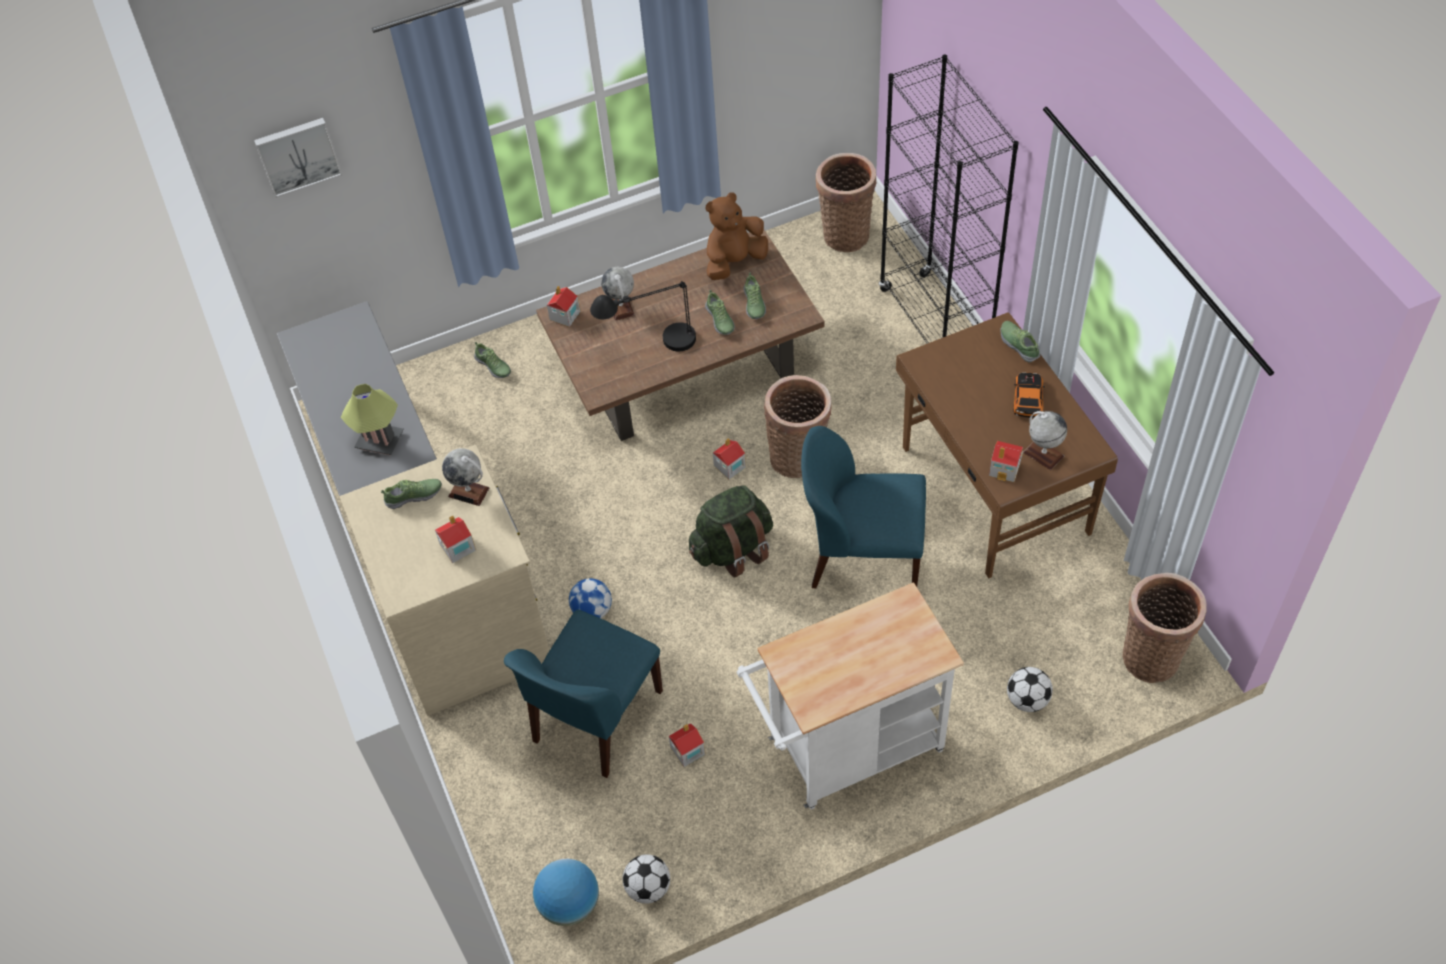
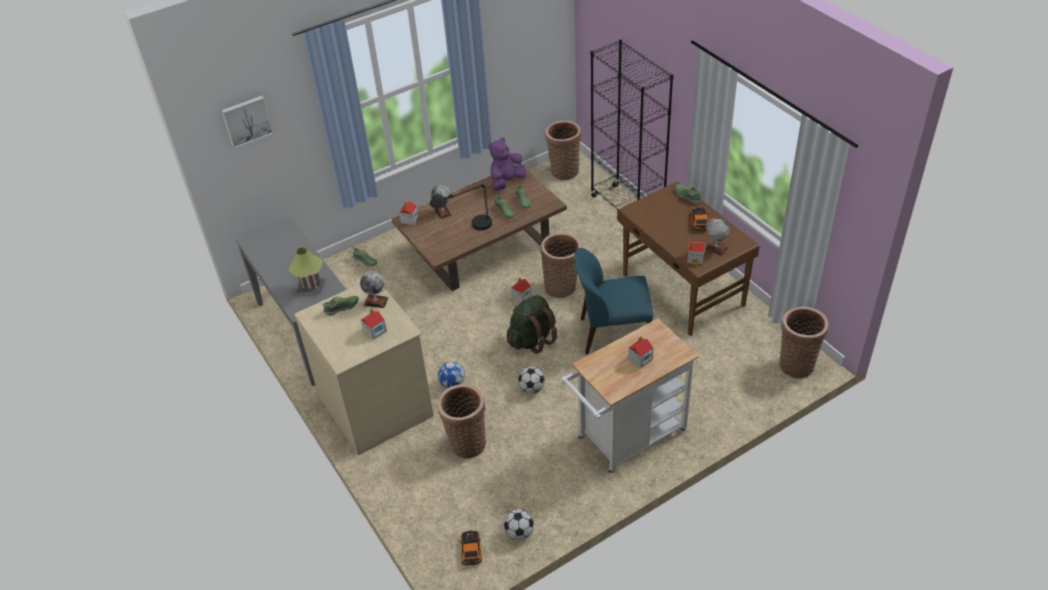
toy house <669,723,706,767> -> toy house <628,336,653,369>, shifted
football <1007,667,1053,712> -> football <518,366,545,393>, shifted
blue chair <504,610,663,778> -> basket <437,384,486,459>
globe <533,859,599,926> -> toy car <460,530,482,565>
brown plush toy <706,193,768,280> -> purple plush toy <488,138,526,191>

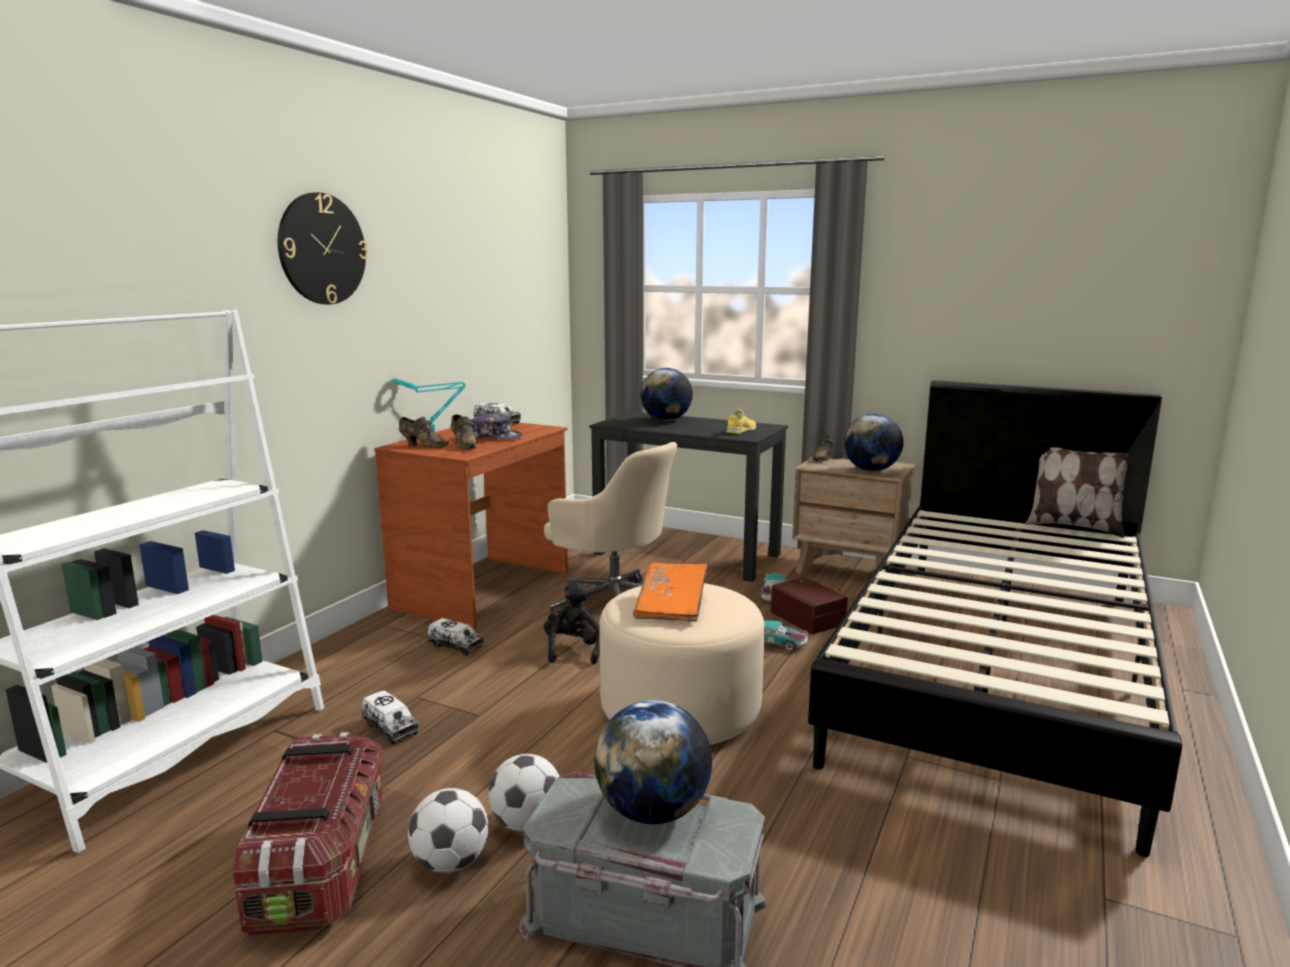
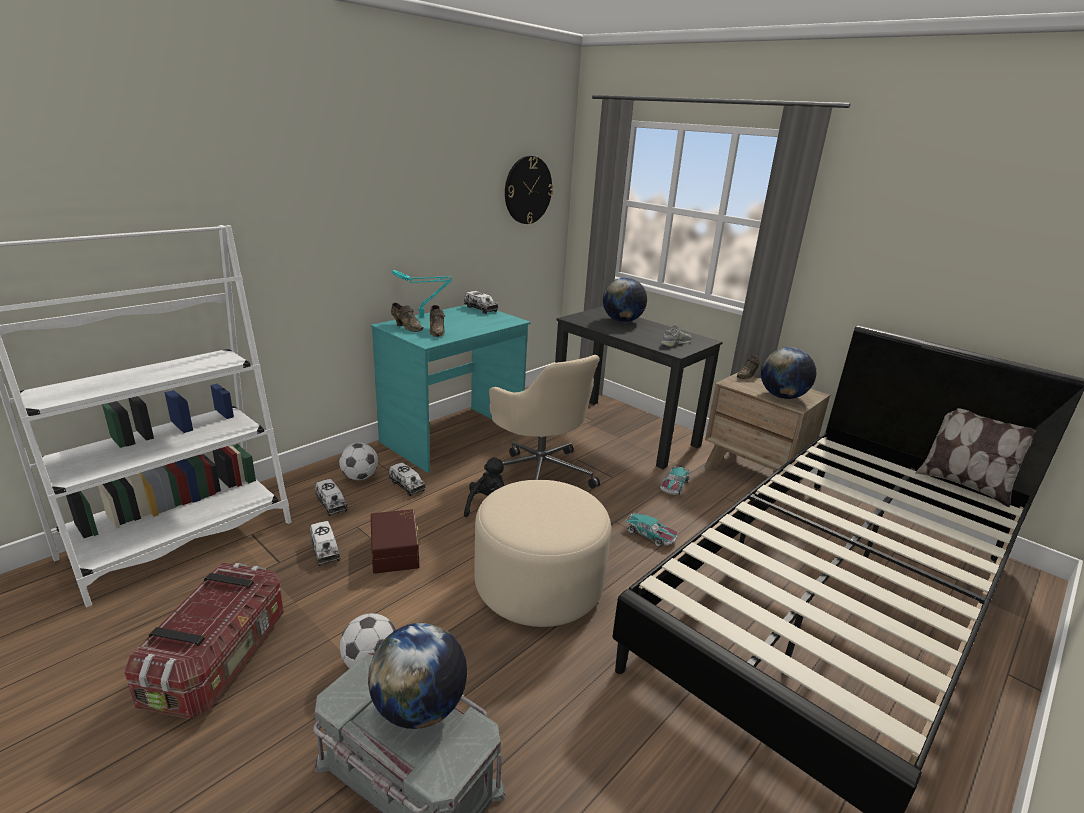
cap <471,413,522,439> -> none
orange book <633,563,707,622> -> none
none -> toy truck <315,479,348,516>
wall clock <278,192,368,304> -> wall clock <505,156,553,224>, shifted
football <408,788,489,873> -> football <339,443,378,480>, shifted
brown storage box <771,577,848,634> -> brown storage box <371,509,421,574>, shifted
brown desk <374,423,568,629> -> turquoise desk <371,305,530,473>
yellow shoe <726,409,756,434> -> grey shoe <661,325,692,347>

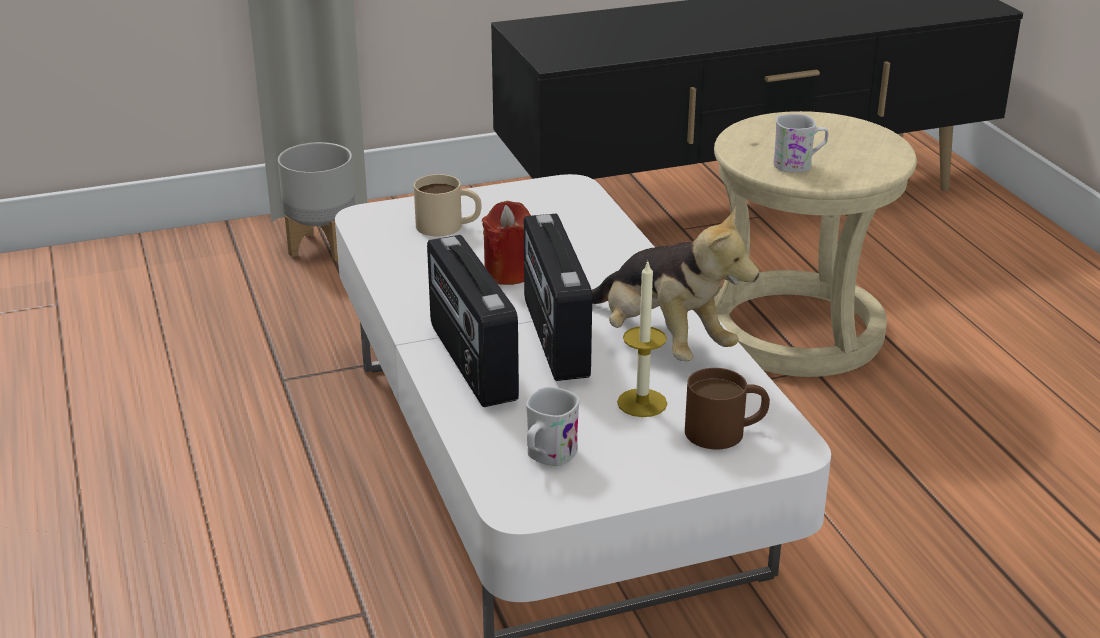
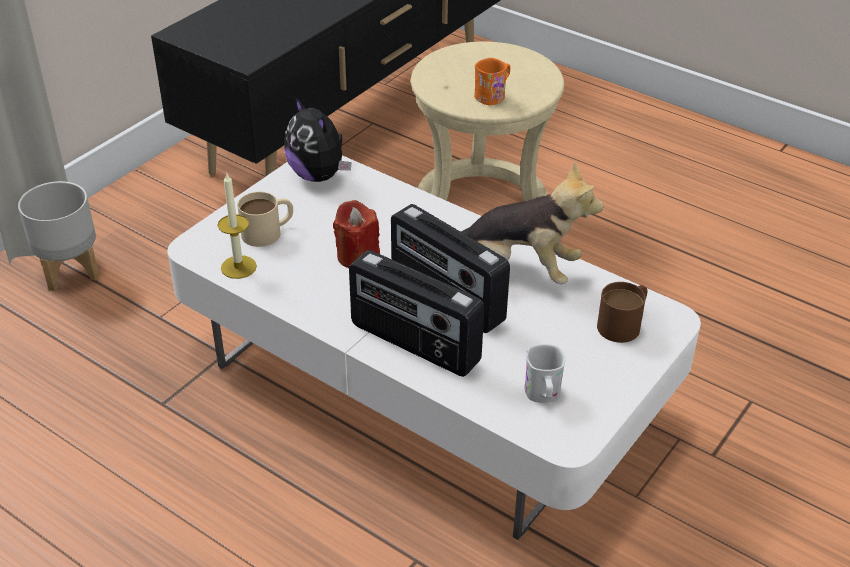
none -> plush toy <284,97,351,182>
candle <617,260,667,417> -> candle <218,172,257,279>, shifted
white mug <773,114,828,172> -> orange mug <474,58,510,105>

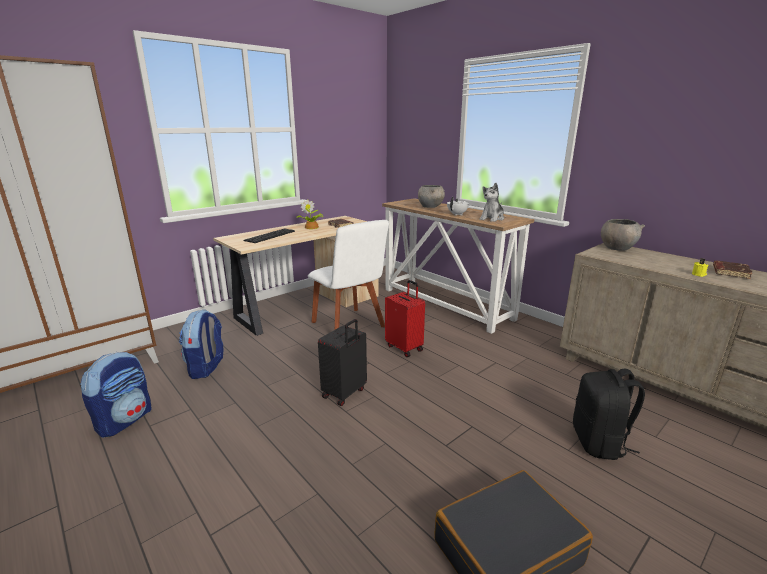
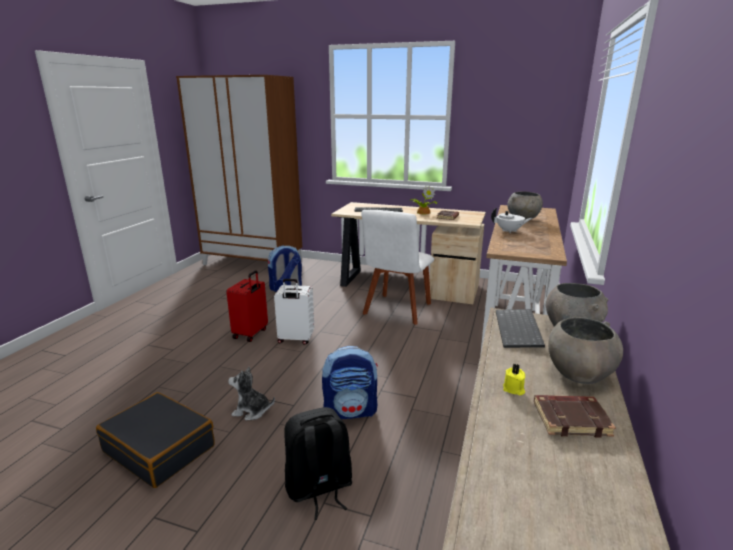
none -> keyboard <496,309,545,348>
none -> grey bowl <548,317,623,384>
backpack <80,352,152,438> -> backpack <322,346,378,419>, shifted
red suitcase <385,280,425,357> -> red suitcase <226,271,268,342>, shifted
plush toy <479,183,504,222> -> plush toy <228,367,275,421>, shifted
black suitcase <318,319,367,406> -> white suitcase <274,279,314,345>

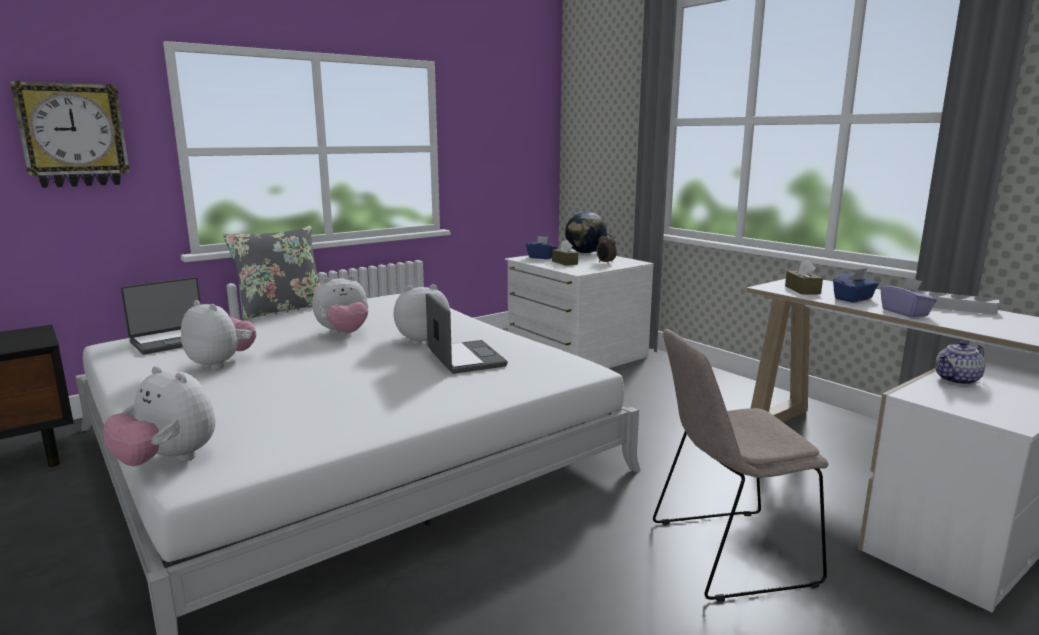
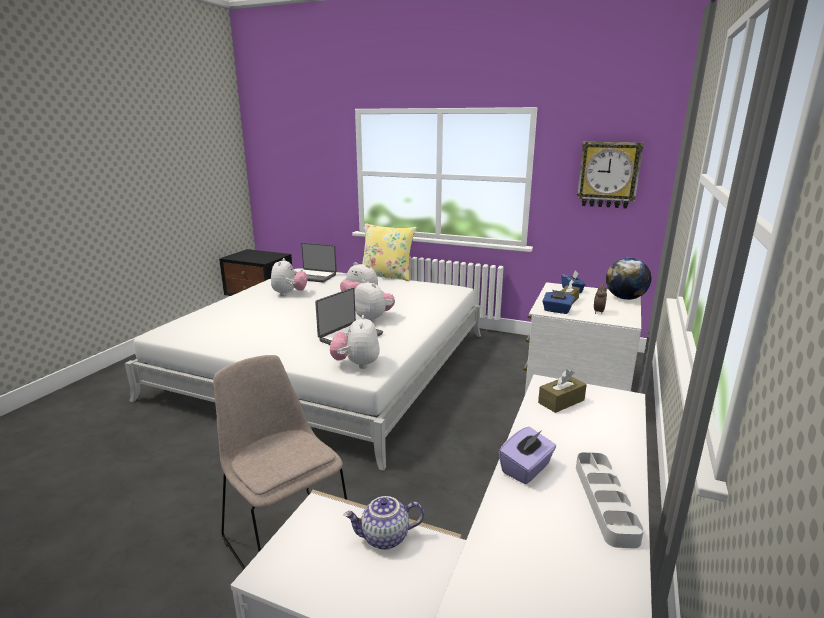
wall clock <10,81,130,188> -> wall clock <577,142,644,209>, shifted
plush toy <103,366,216,466> -> plush toy <330,315,380,369>, shifted
blue tissue box <833,268,879,303> -> blue tissue box <543,290,575,314>, shifted
grey pillow <222,226,321,321> -> yellow pillow <362,223,417,281>
teapot <935,341,985,385> -> teapot <343,496,424,550>, 45 degrees counterclockwise

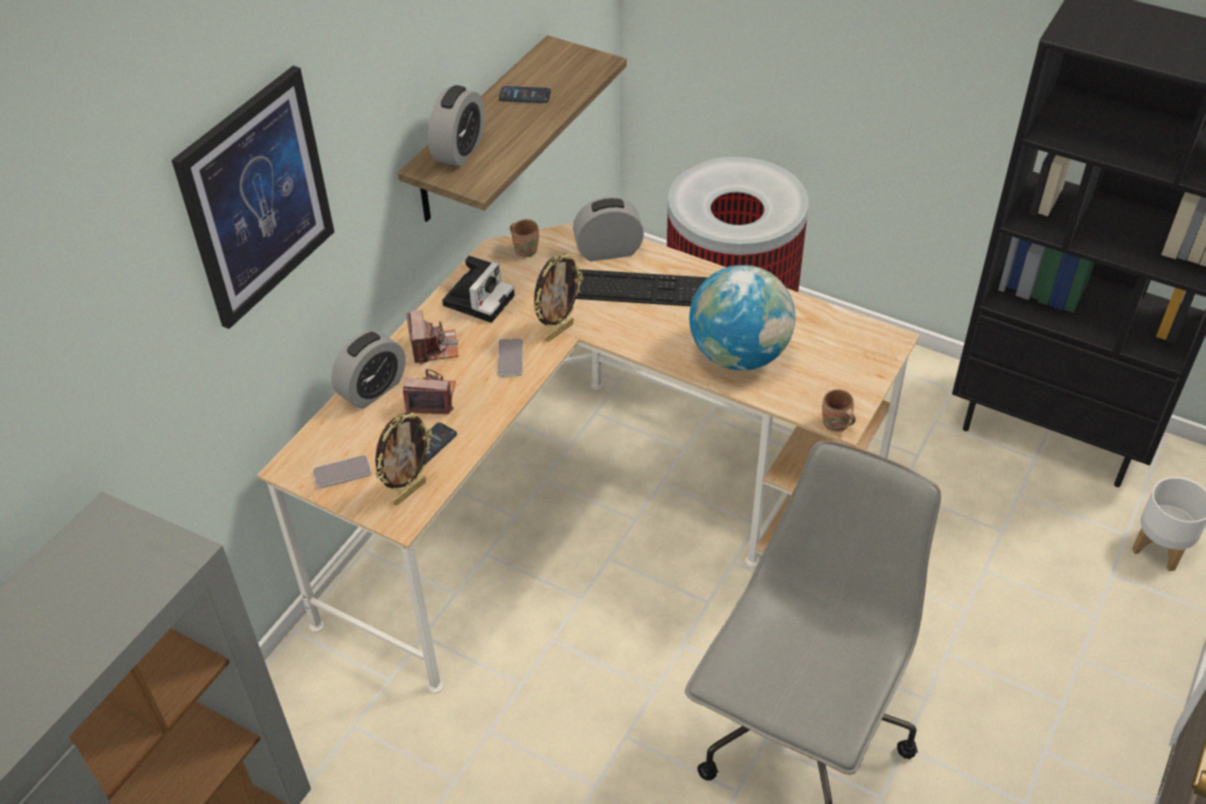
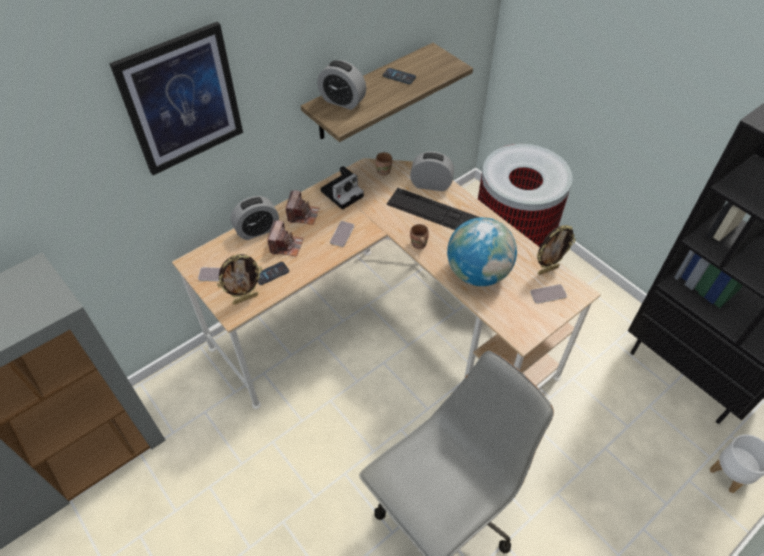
none -> phone <530,284,567,304>
picture frame <533,254,583,342> -> picture frame <537,225,576,275>, shifted
brown mug <822,389,856,432> -> brown mug <410,224,429,249>, shifted
photo camera <403,369,456,414> -> photo camera <267,220,304,257>, 75 degrees clockwise
alarm clock <428,85,485,167> -> alarm clock <317,60,366,110>, 75 degrees clockwise

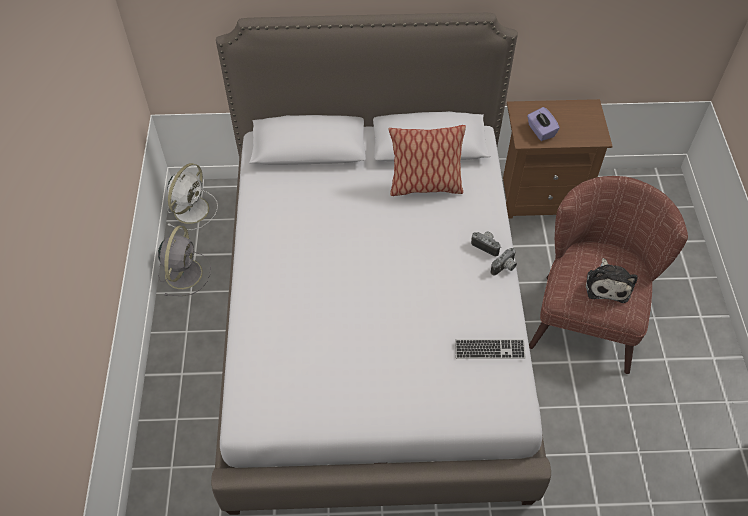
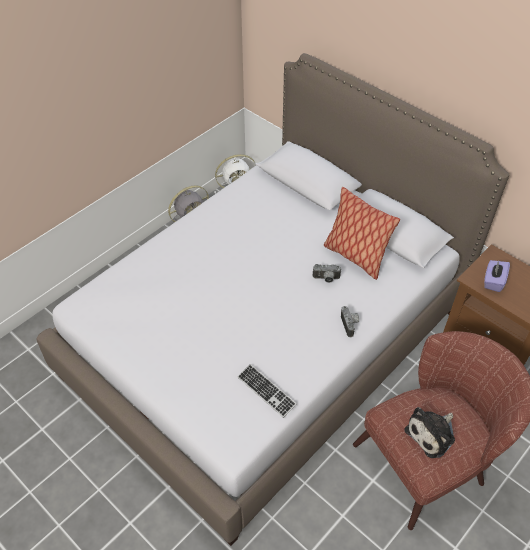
photo camera <491,248,517,276> -> photo camera <313,264,341,283>, shifted

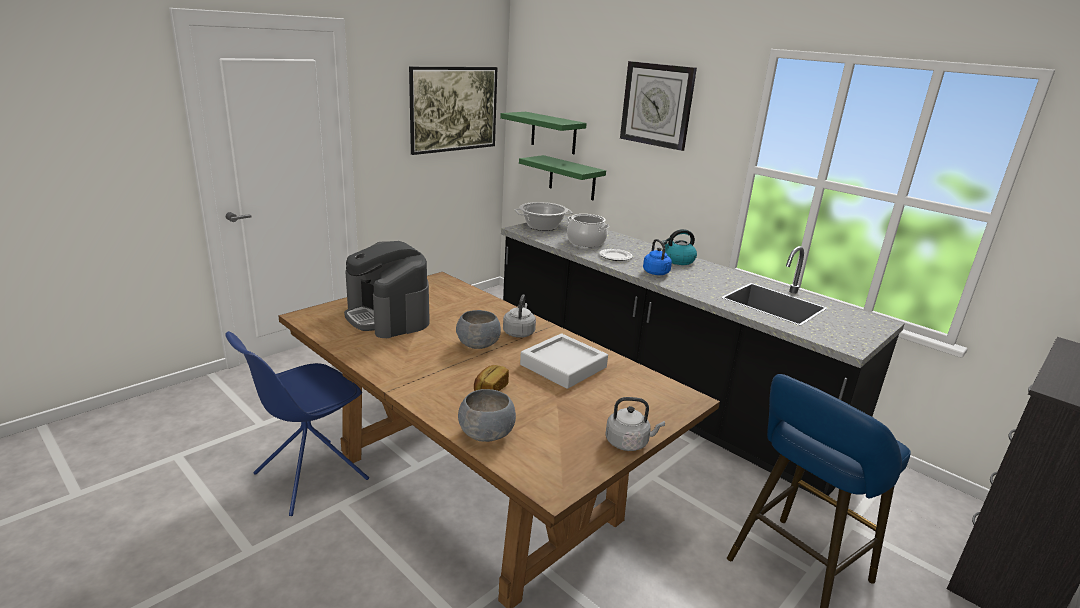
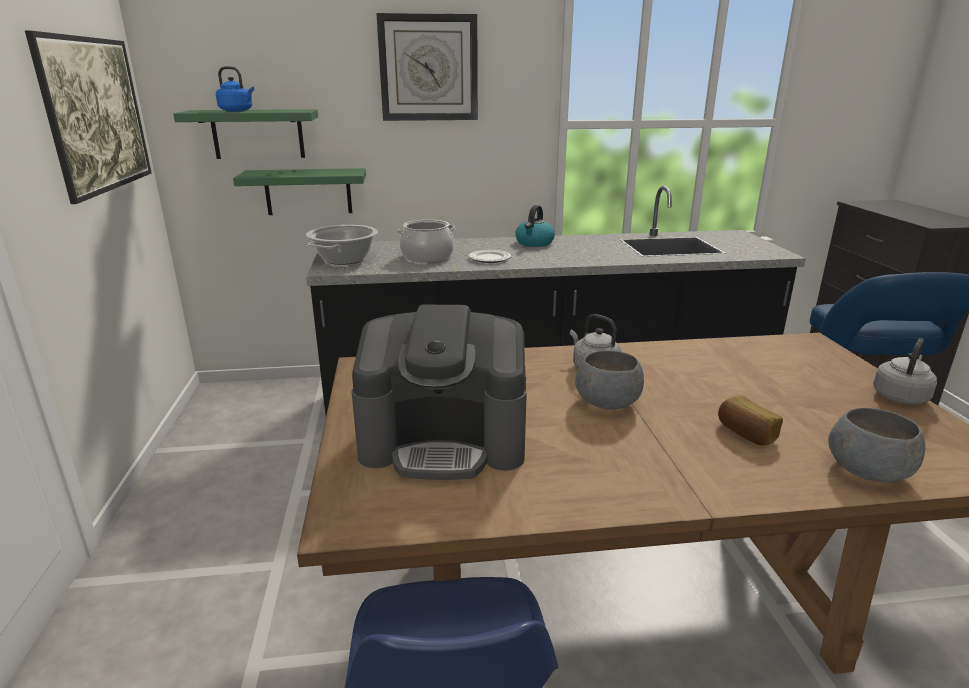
grey tray <520,333,608,389> -> none
blue kettle <643,239,672,275> -> blue kettle <216,66,254,112>, shifted

